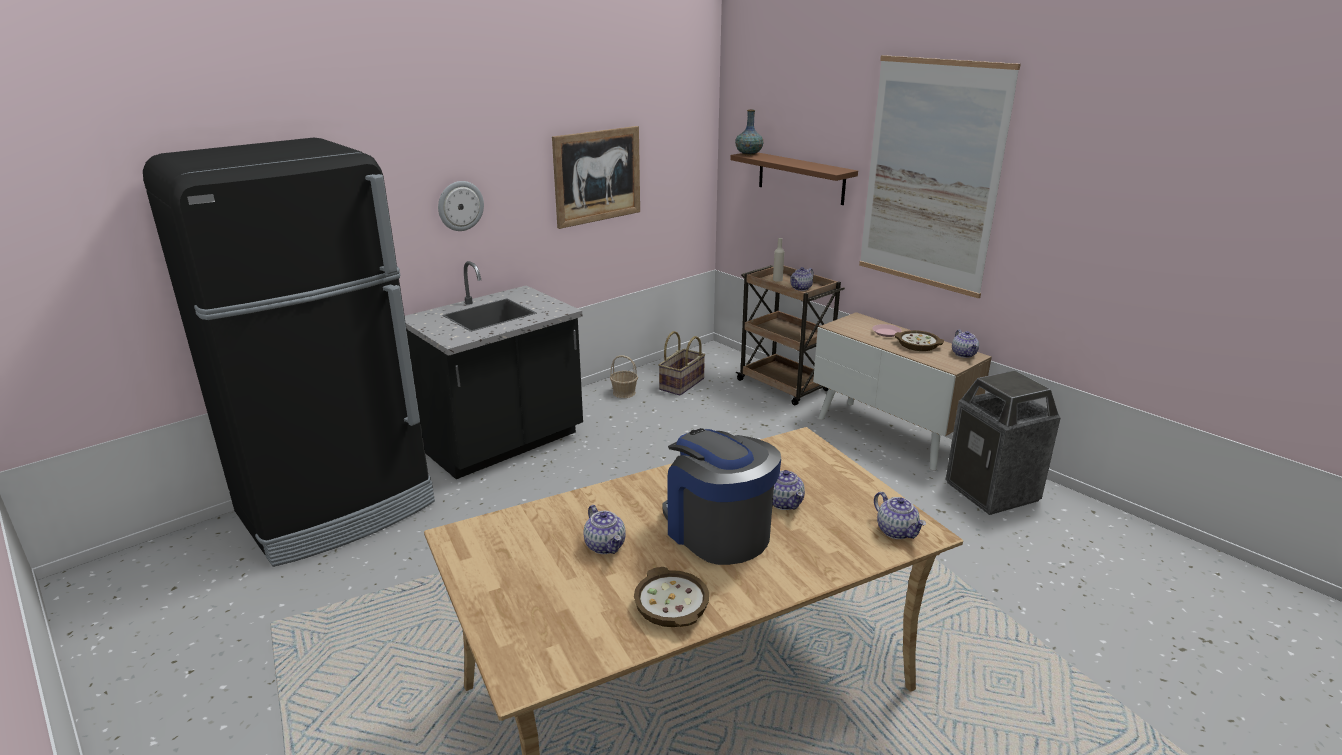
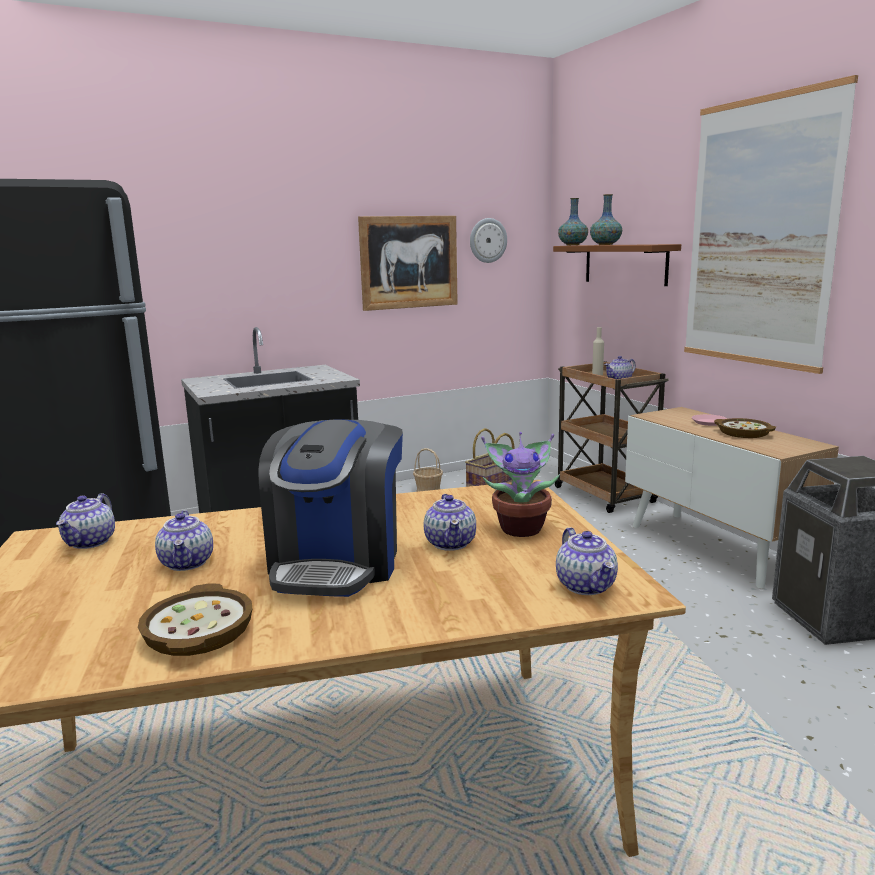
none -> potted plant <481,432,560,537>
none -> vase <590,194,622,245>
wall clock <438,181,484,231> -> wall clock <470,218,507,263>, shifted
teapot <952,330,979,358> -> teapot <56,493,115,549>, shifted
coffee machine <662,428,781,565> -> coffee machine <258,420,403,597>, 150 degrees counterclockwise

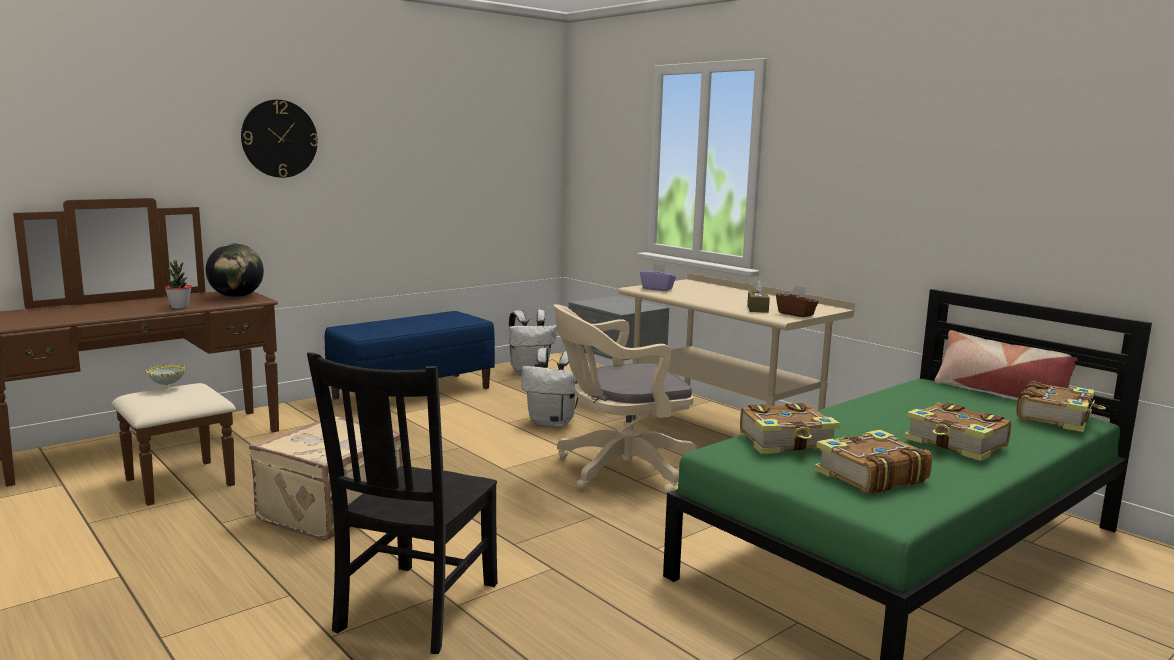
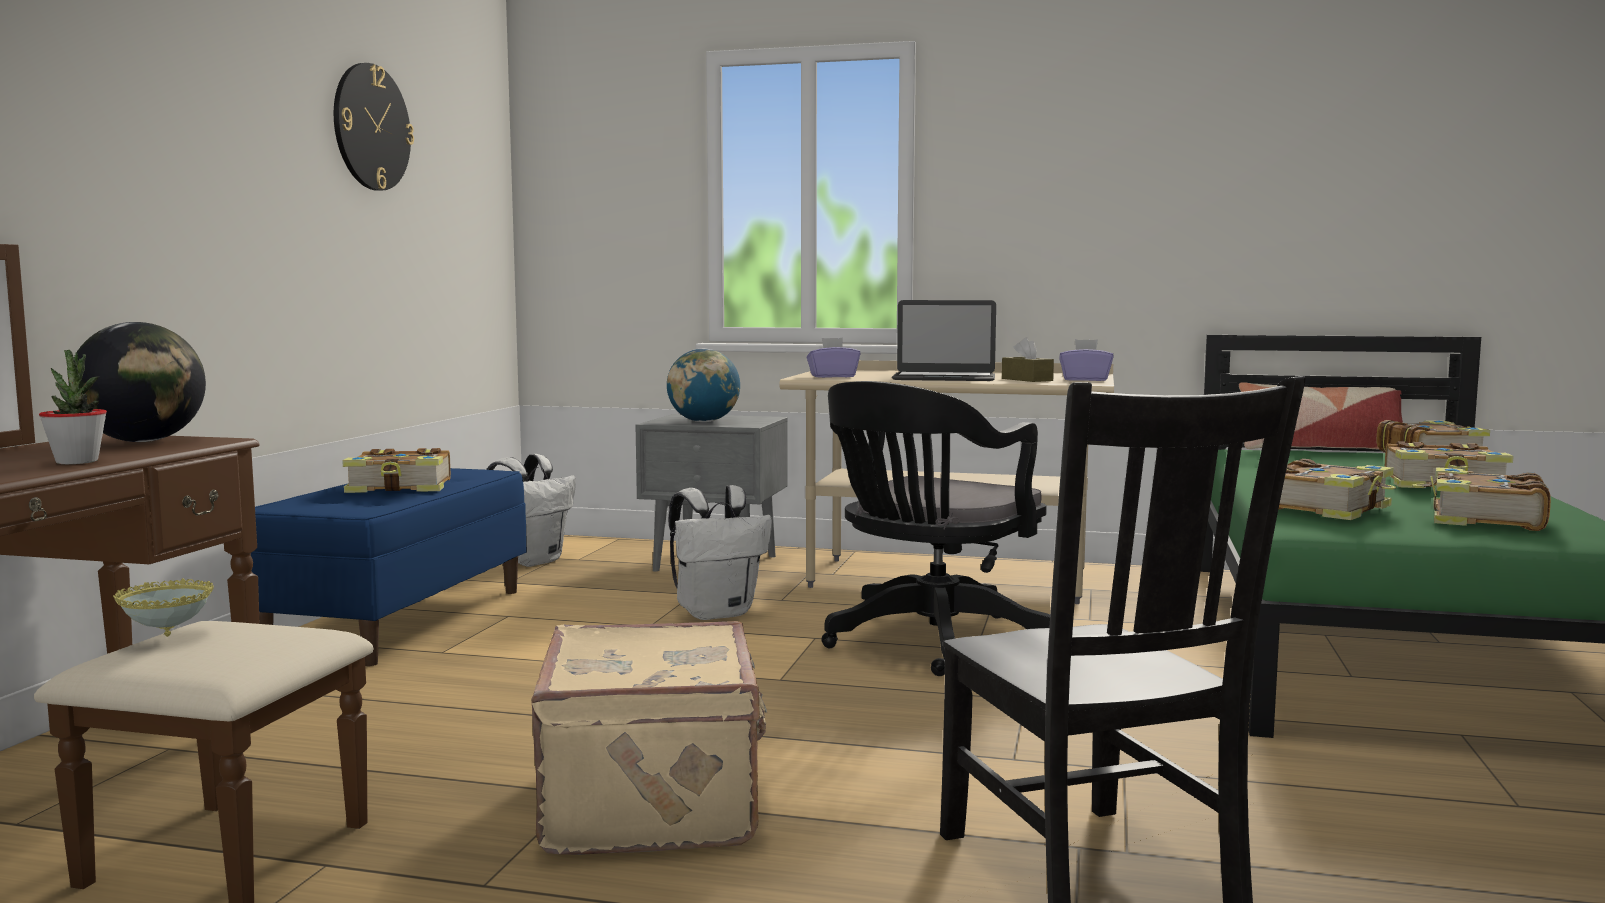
none -> book <342,448,451,493>
none -> globe <667,349,740,422>
none -> laptop <892,300,996,381>
wall clock <241,100,318,178> -> wall clock <334,63,414,191>, shifted
beige office chair <554,304,696,494> -> black office chair <821,381,1050,676>
brown tissue box <776,285,819,317> -> purple tissue box <1060,339,1114,381>

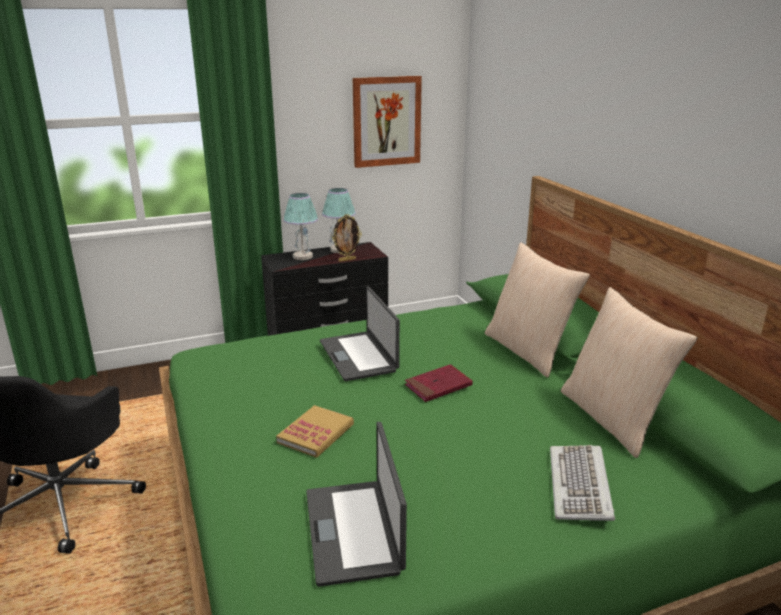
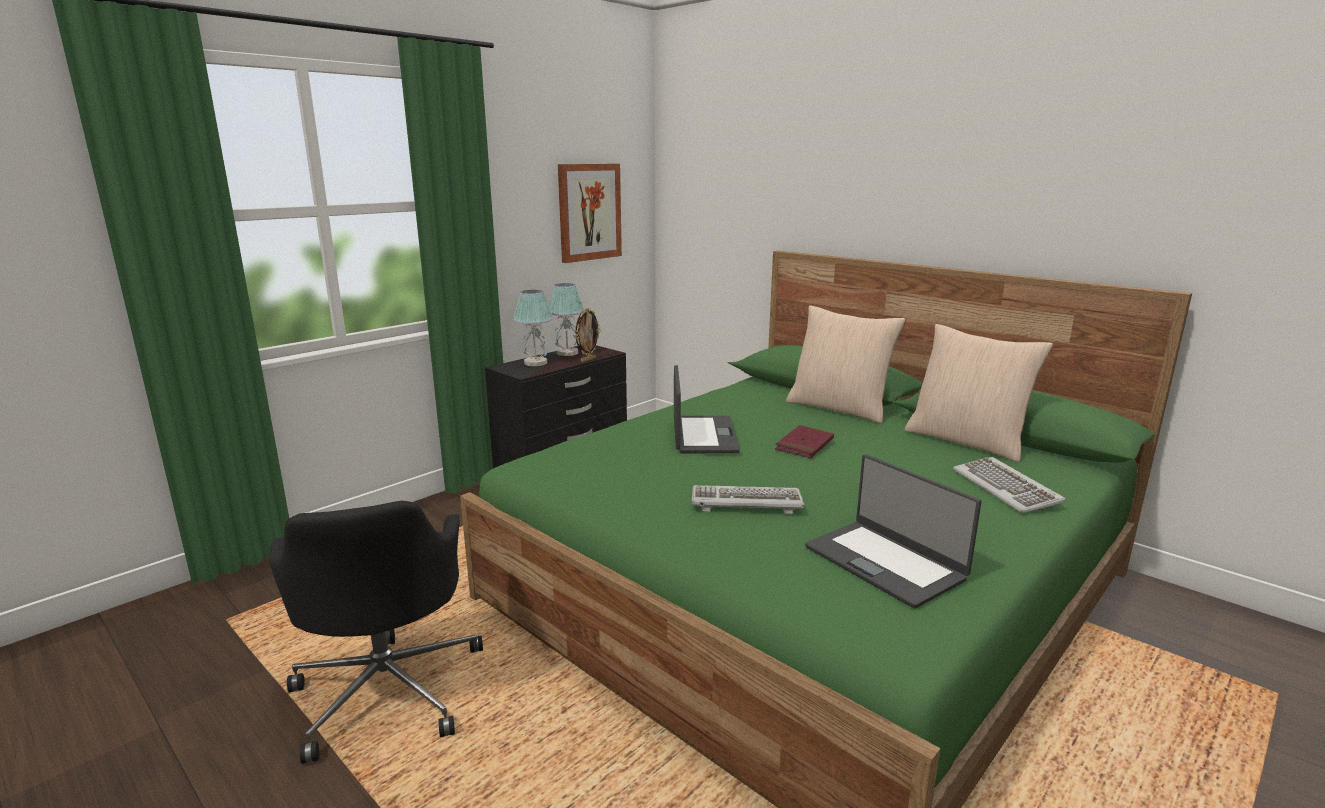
book <276,405,354,458> -> keyboard <691,485,805,514>
laptop <320,286,400,381> -> laptop <674,365,740,453>, 135 degrees counterclockwise

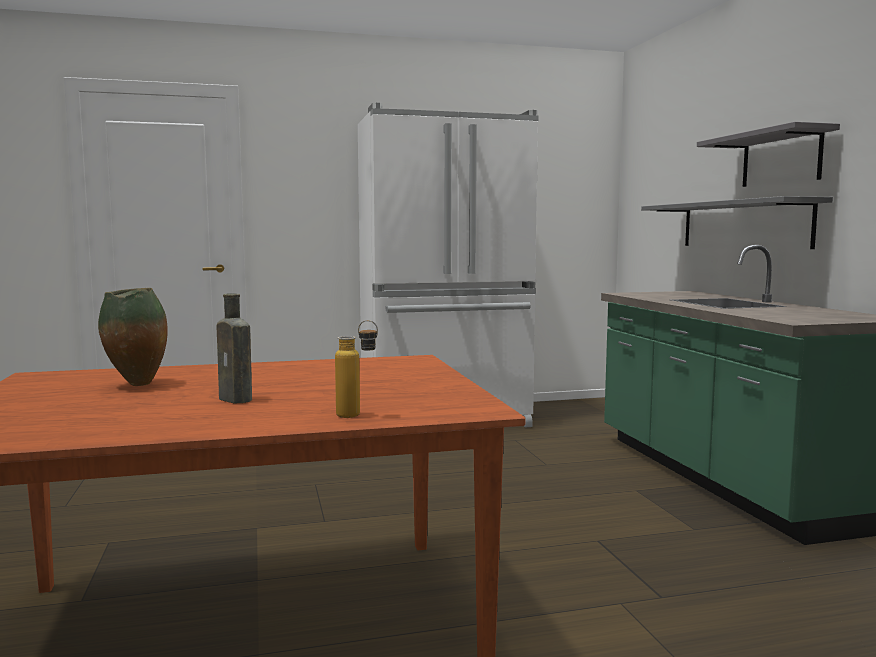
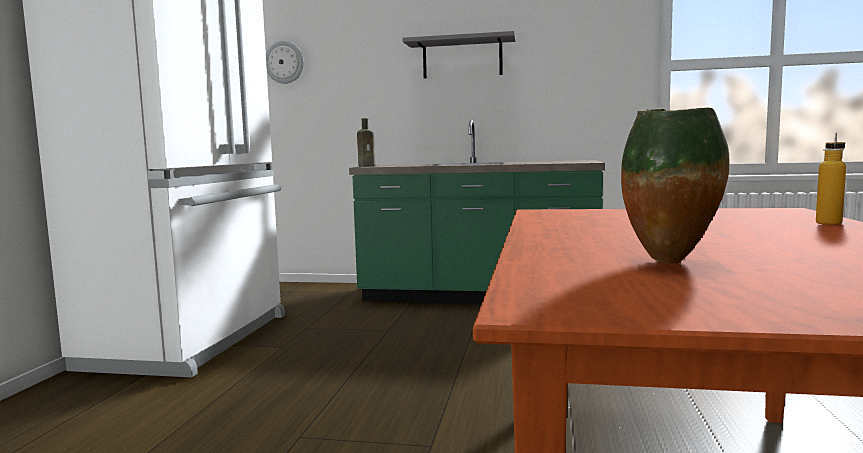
grey shelf <641,196,833,249> -> none
none -> wall clock <266,41,304,84>
brown bottle <217,293,252,403> -> brown bottle <357,118,375,167>, shifted

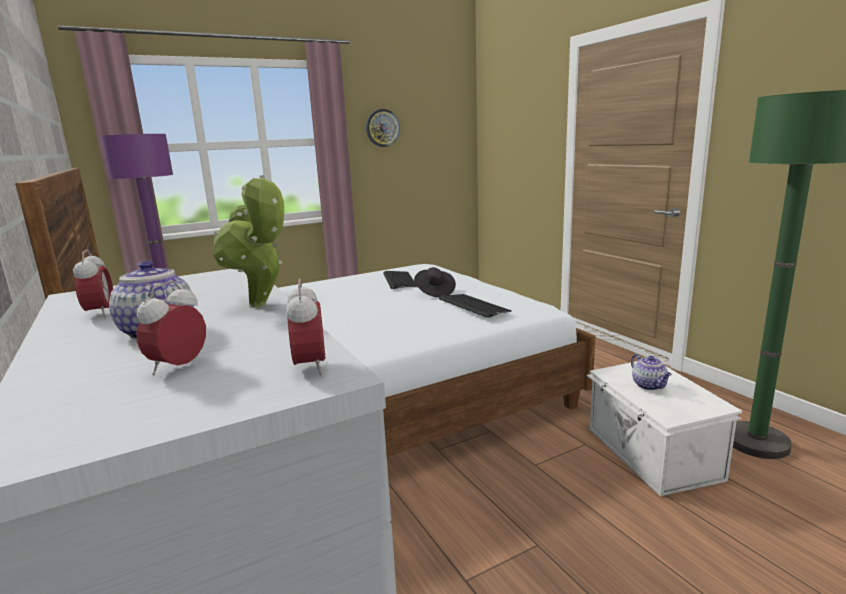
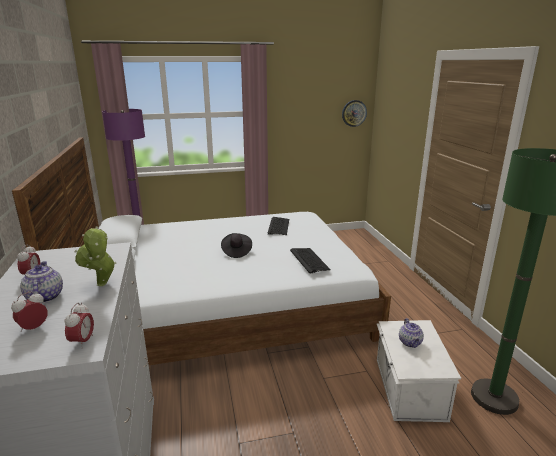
wall clock <366,109,400,147> -> wall clock <342,100,367,127>, shifted
black hat <414,267,456,298> -> black hat <221,233,252,258>, shifted

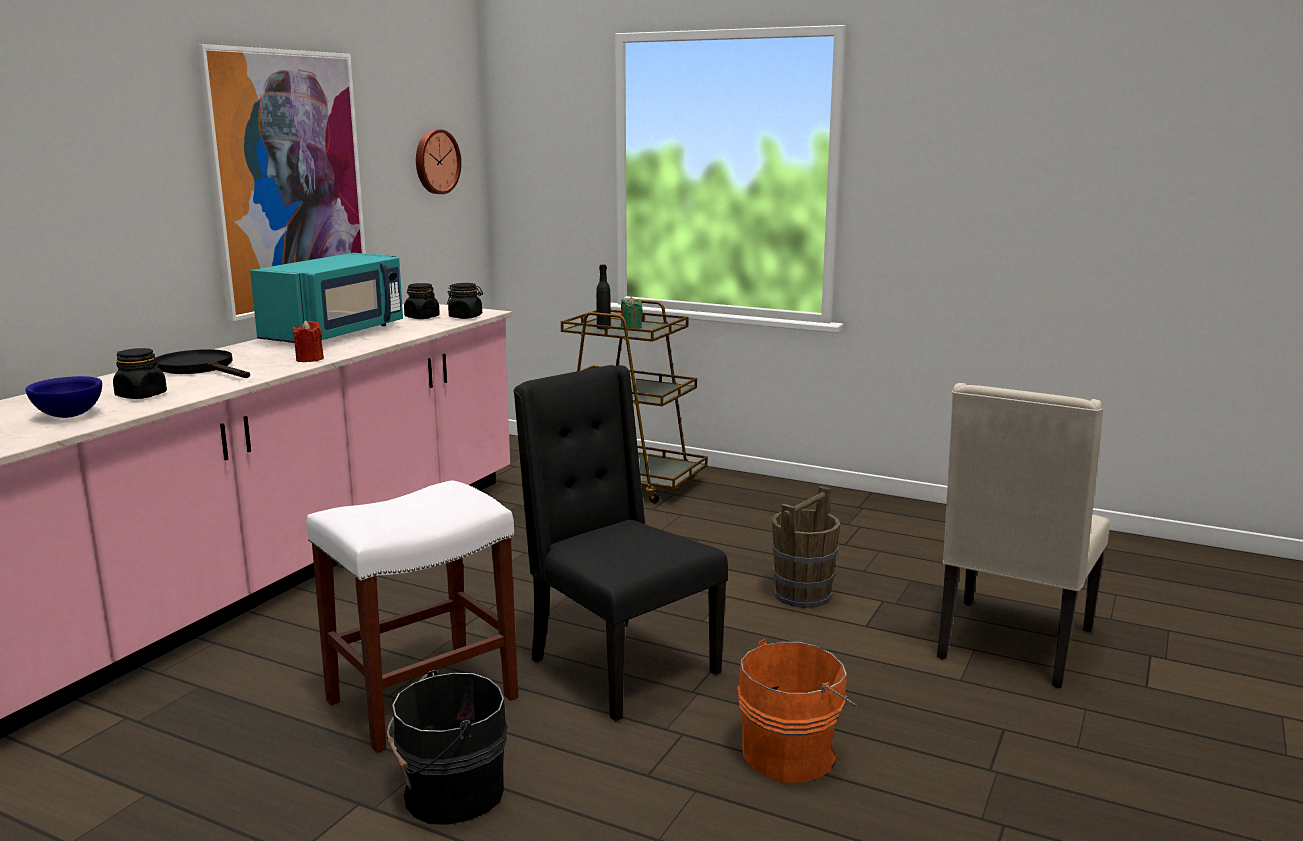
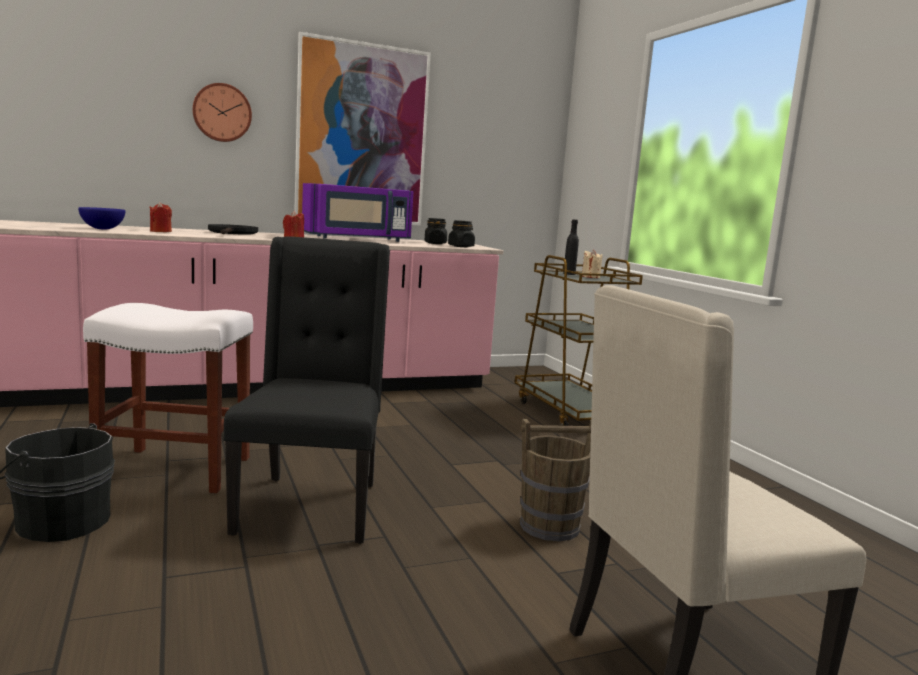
orange bucket <737,639,857,783> -> none
wall clock <416,129,461,194> -> wall clock <192,83,252,142>, shifted
black jar <113,348,167,399> -> red candle <150,202,172,232>
turquoise microwave <250,253,403,343> -> purple microwave <302,183,413,242>
green candle <621,297,643,329> -> beige candle <582,250,603,278>

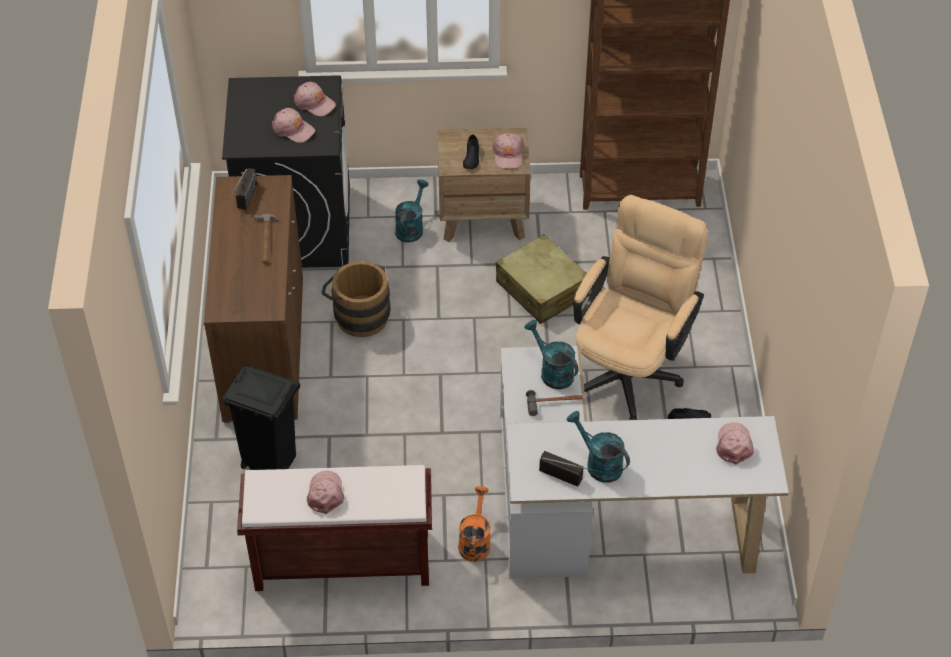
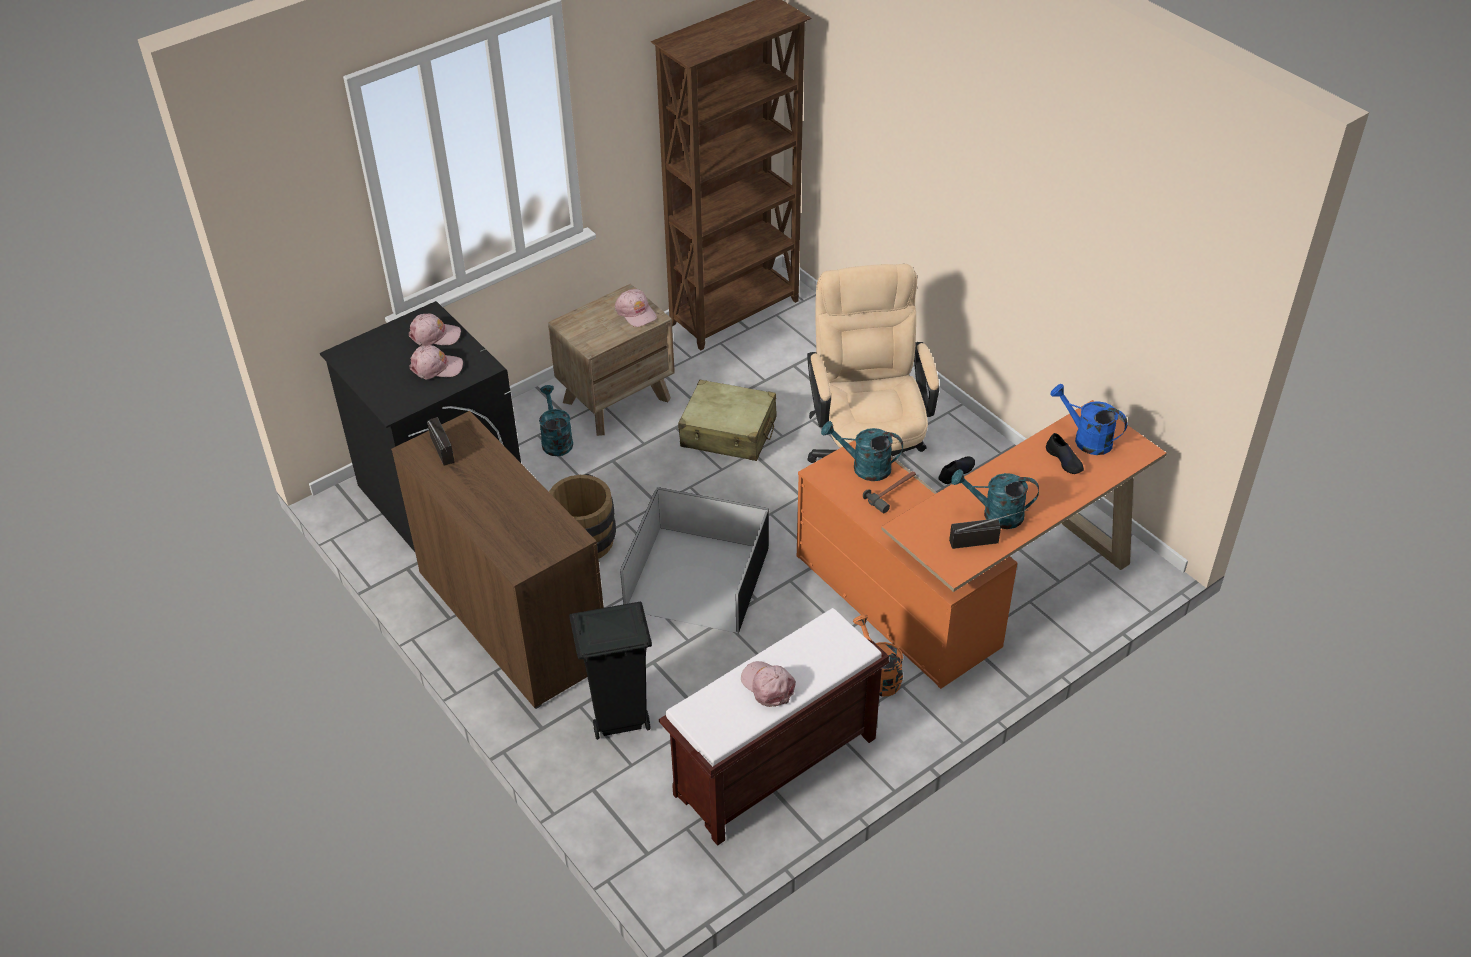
hammer <254,214,280,264> -> none
none -> black storage box <620,487,769,633>
black shoe <463,134,479,169> -> black shoe <1046,433,1084,474>, shifted
pink cap <716,422,754,465> -> blue watering can <1050,384,1127,455>
white desk <500,345,789,579> -> orange desk <797,400,1167,689>

